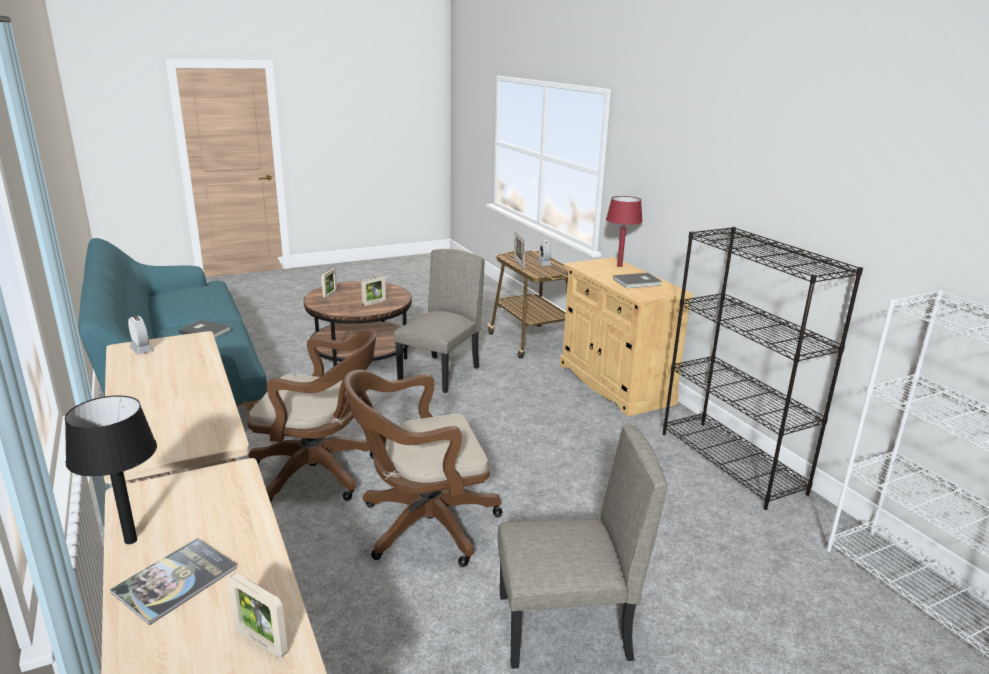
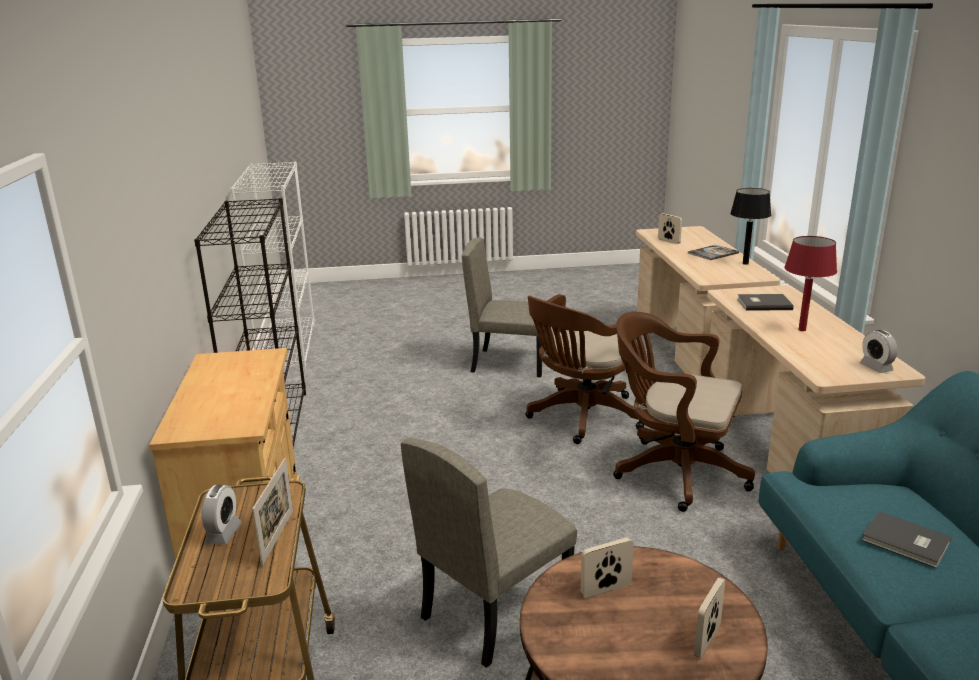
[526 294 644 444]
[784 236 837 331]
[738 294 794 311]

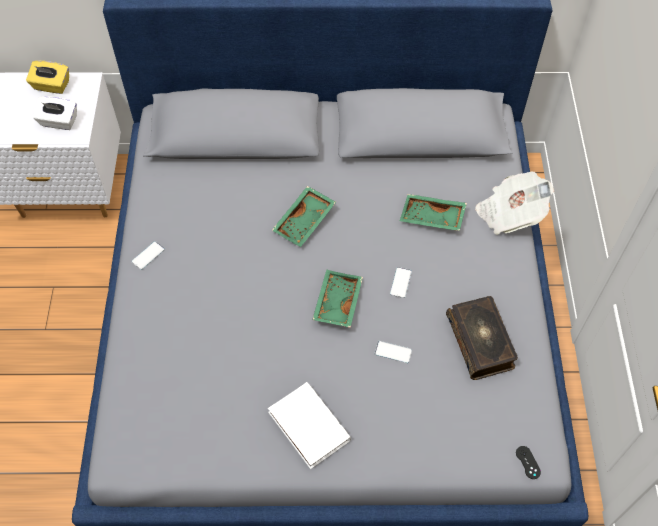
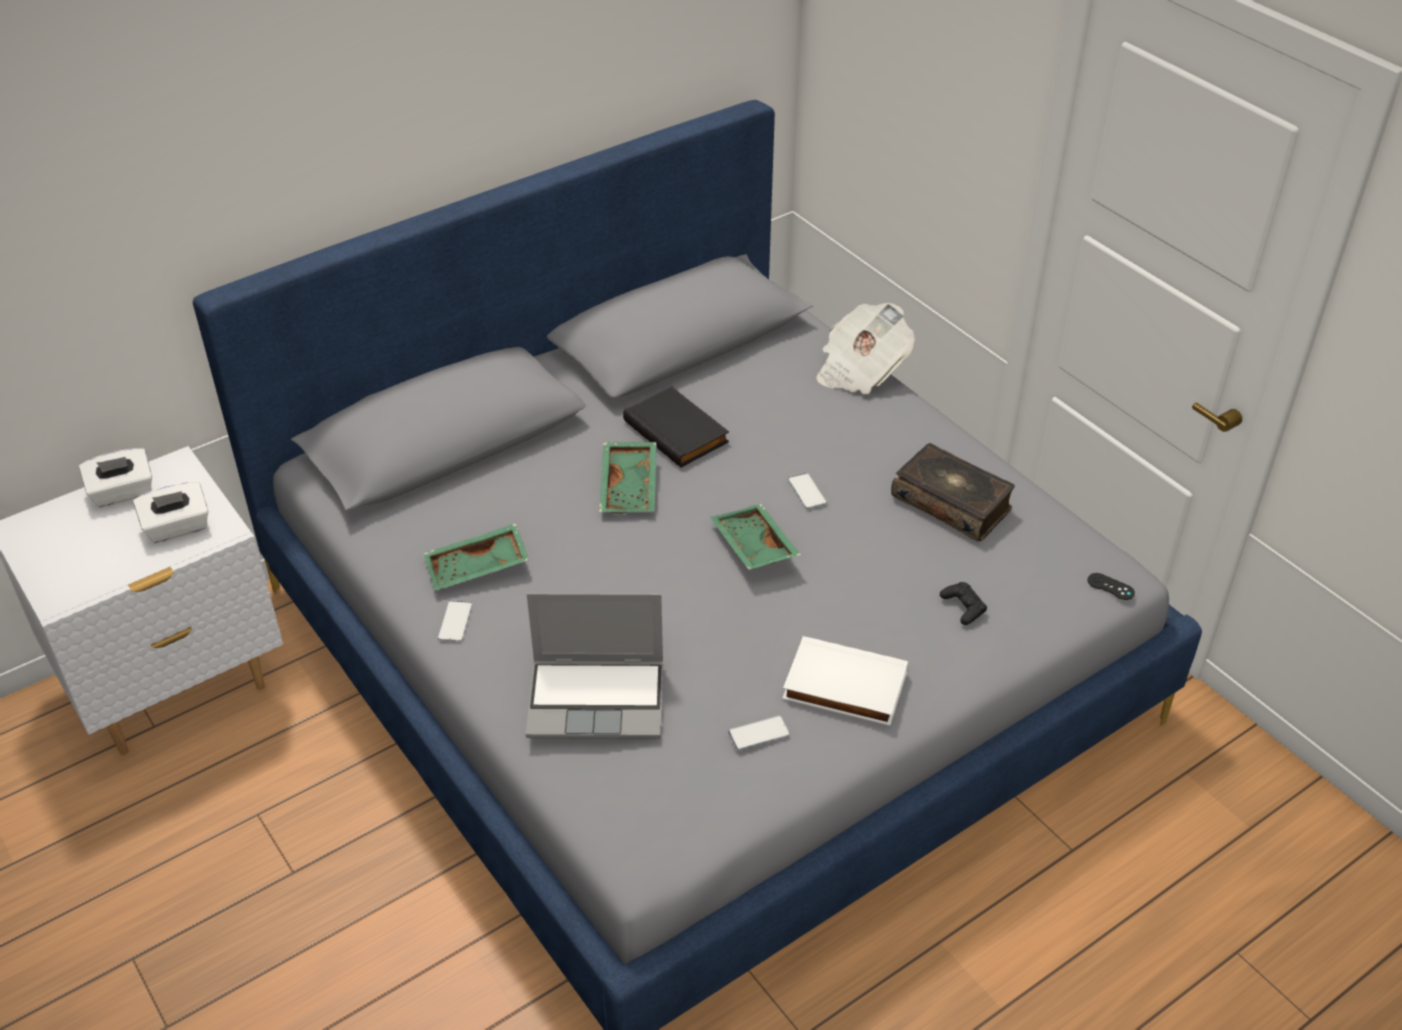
[79 448 152 507]
[728 716 790 750]
[424 523 529 591]
[526 593 663 739]
[623 387 729 468]
[940 582 987 625]

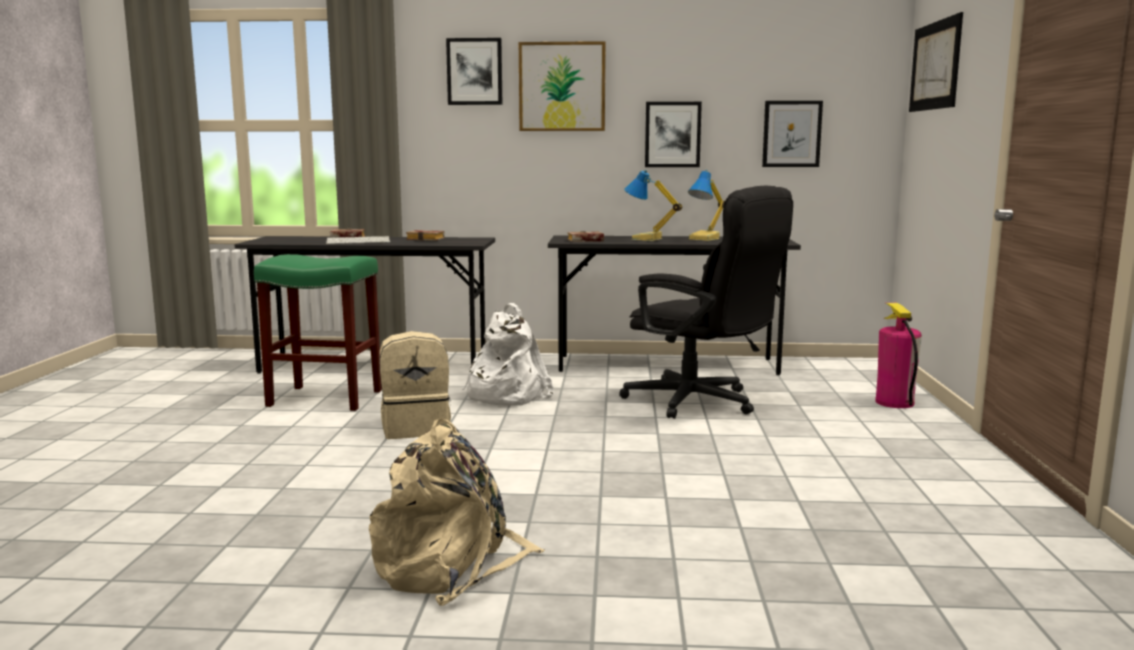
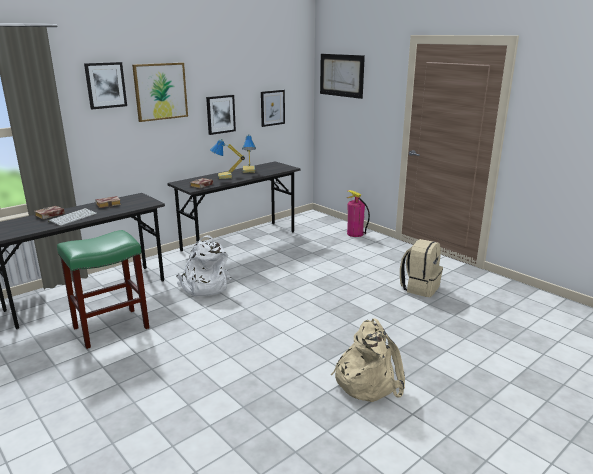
[400 239 443 297]
[619 186 793 419] (first image)

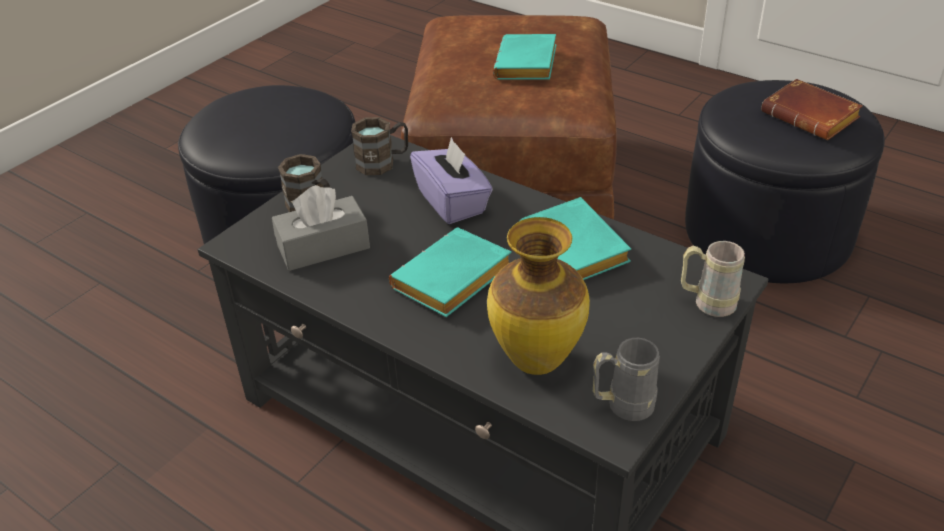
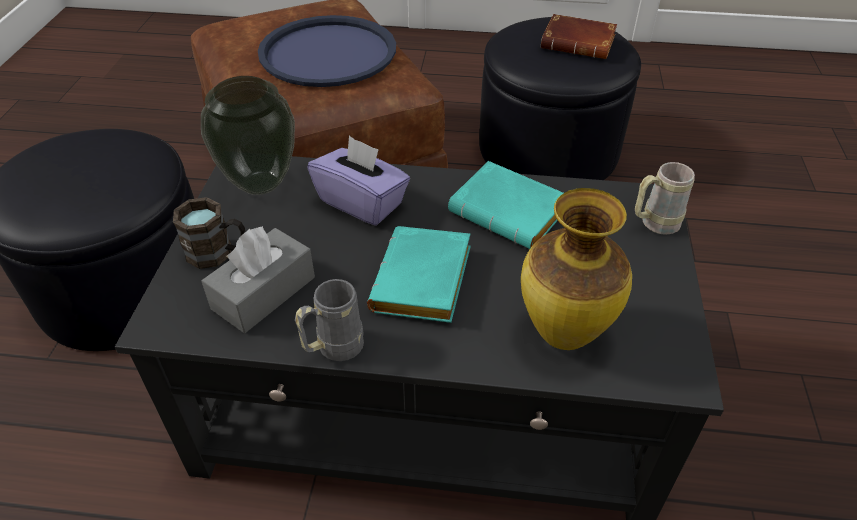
[201 76 295 195]
[258 15 396 87]
[295 279 364 361]

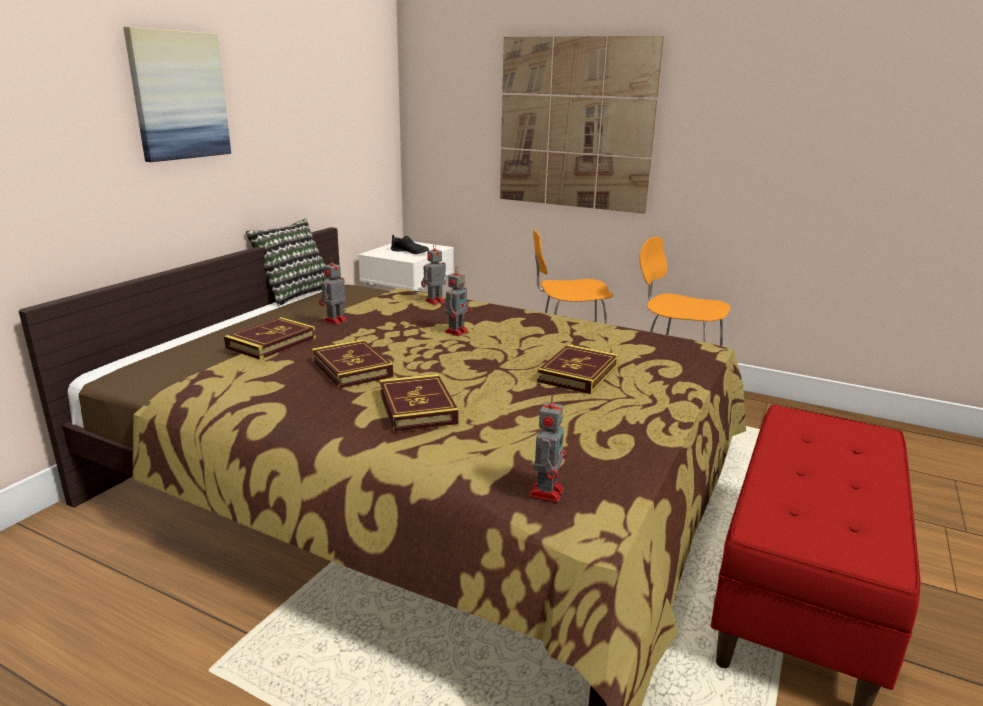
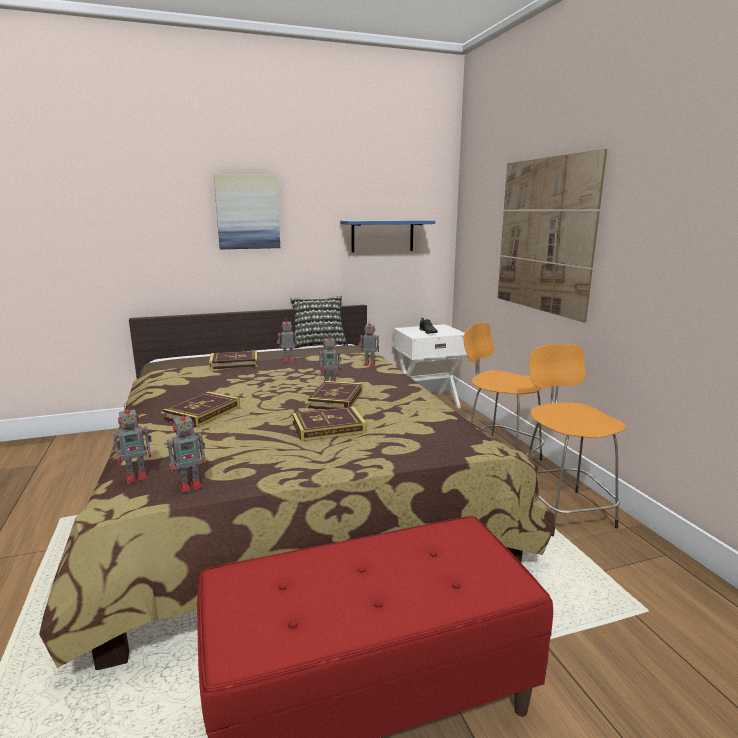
[308 381 362 410]
[167 409 206 493]
[340 220 435 252]

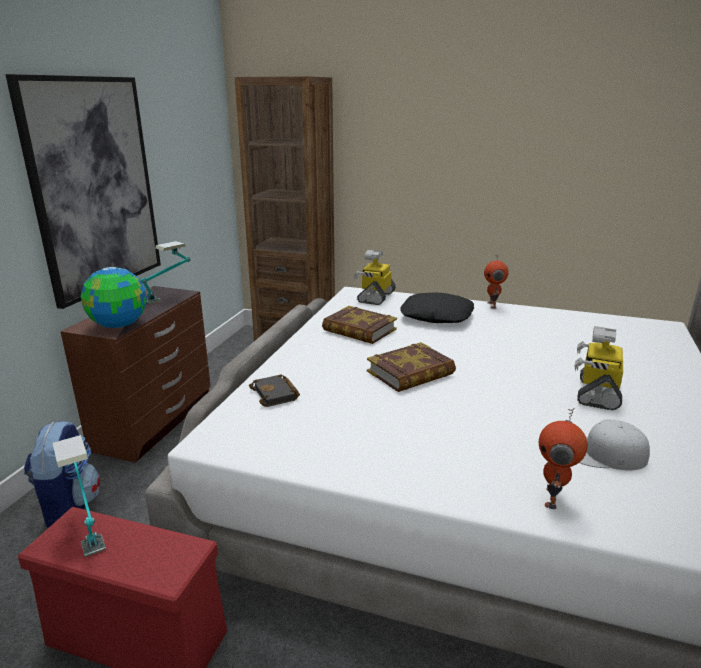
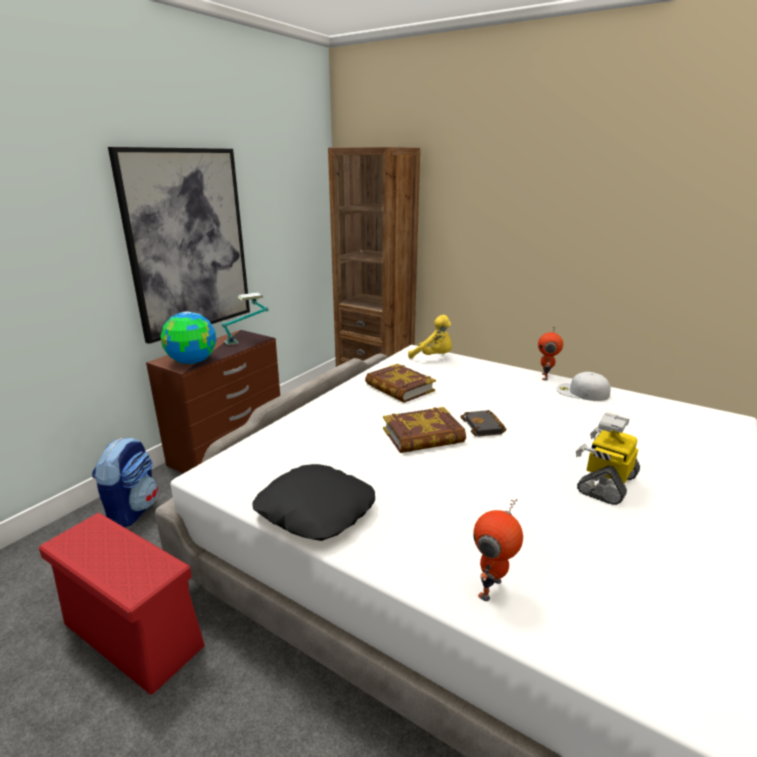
[52 435 106 557] (first image)
[460 410 507 437]
[408 315 452 359]
[252 464 375 541]
[556 372 611 401]

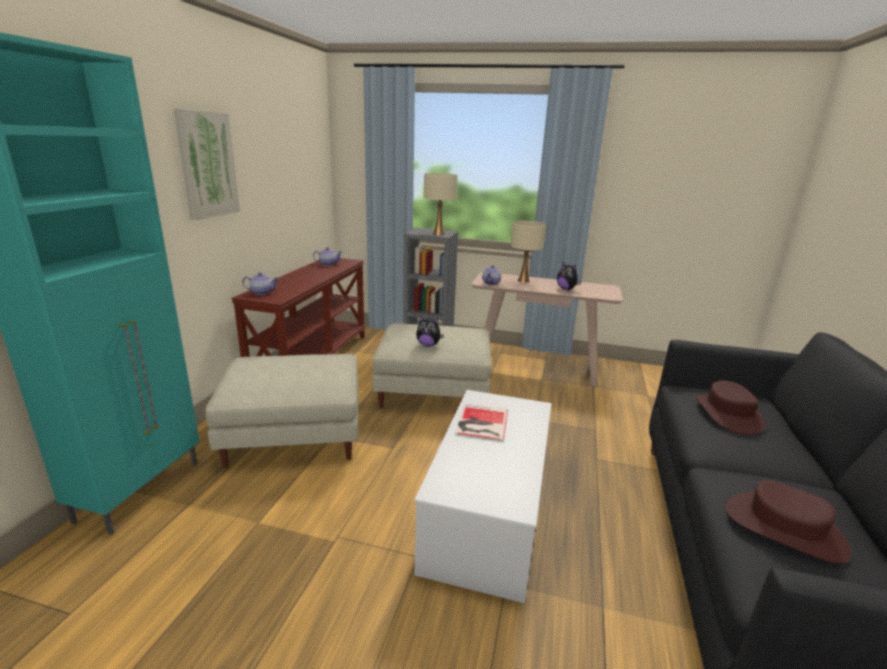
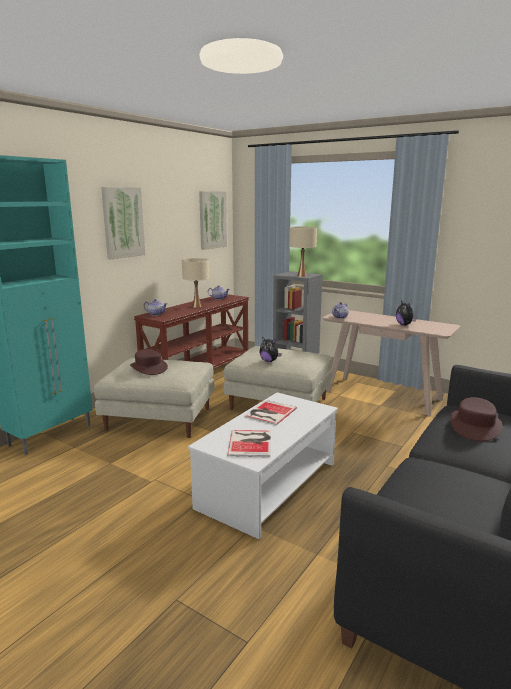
[182 258 209 308]
[130 349 168 375]
[199 191 227 250]
[227 430 271 457]

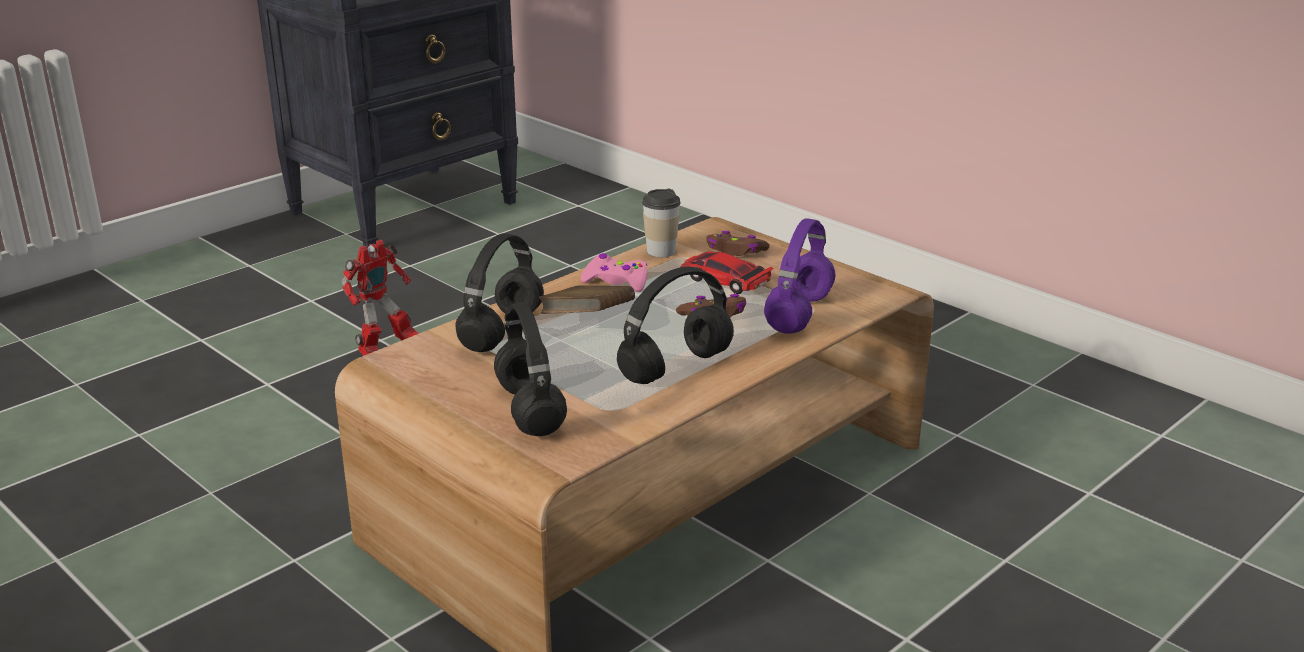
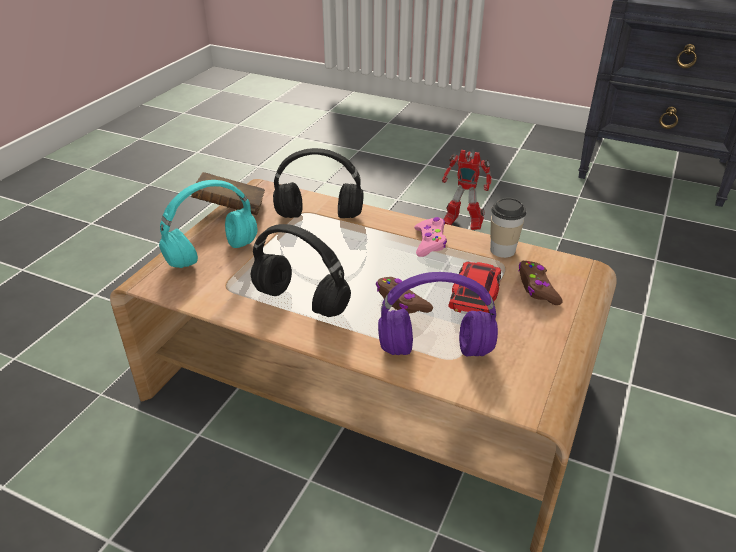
[159 180 258 268]
[191 172 265 215]

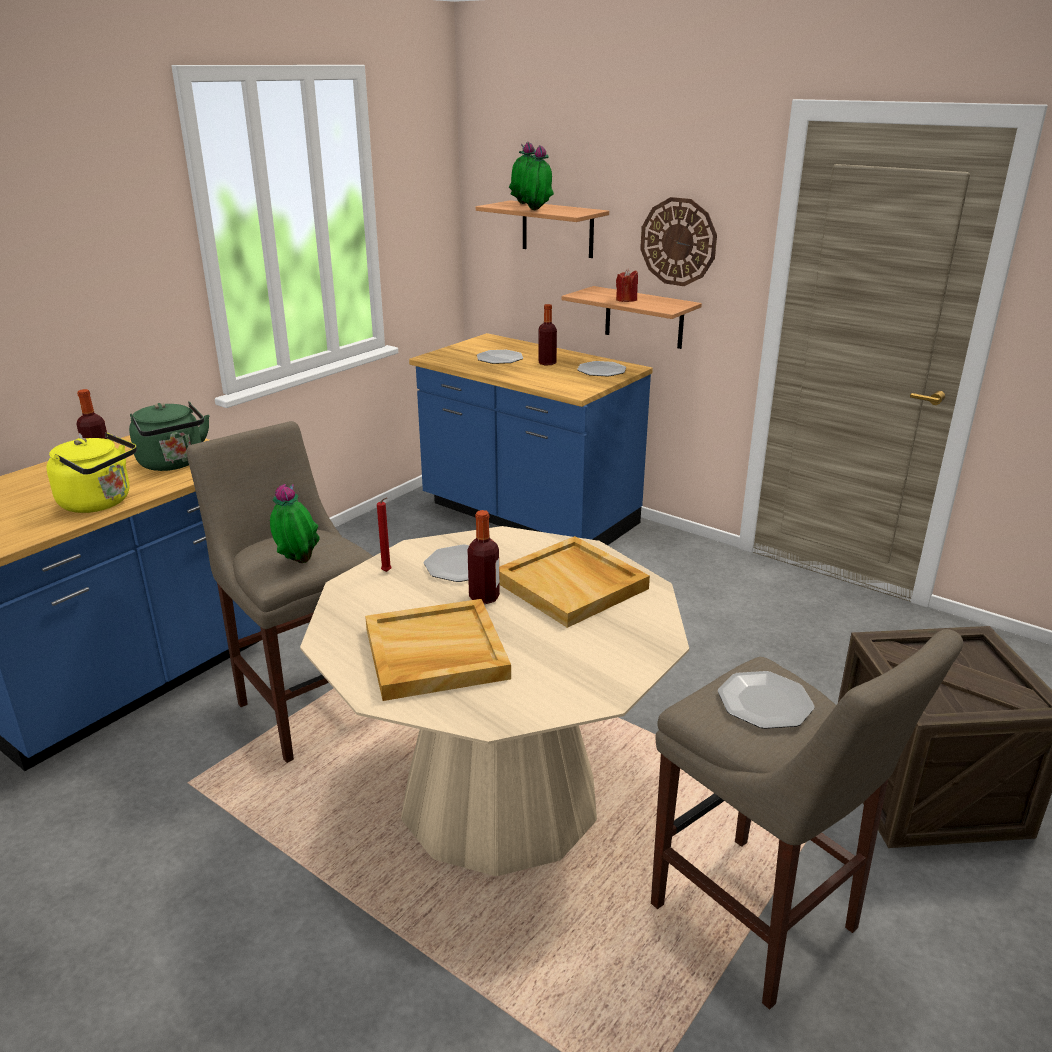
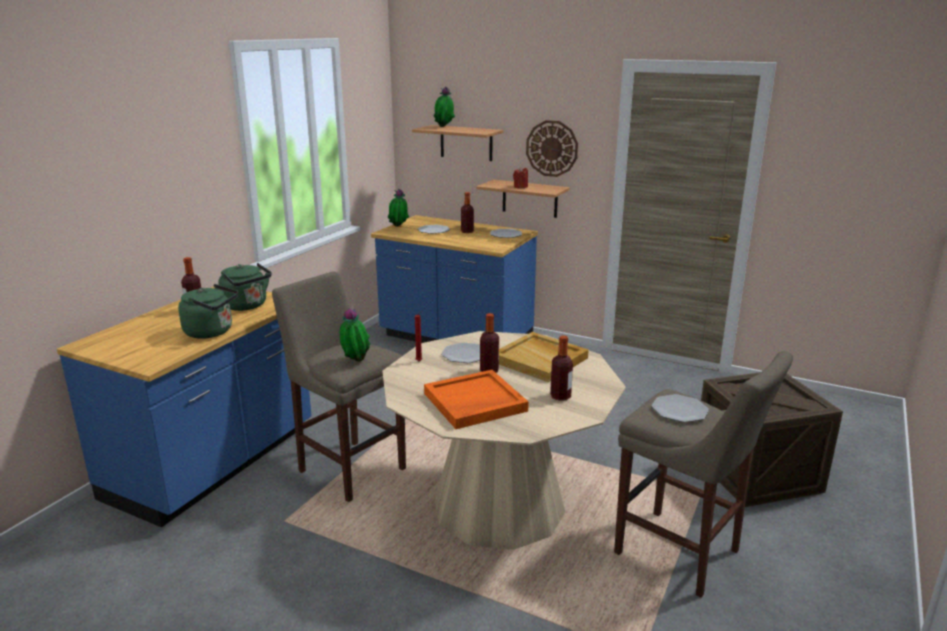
[178 284 238 339]
[424 370 529 429]
[388 189 409 227]
[550 336 573 401]

